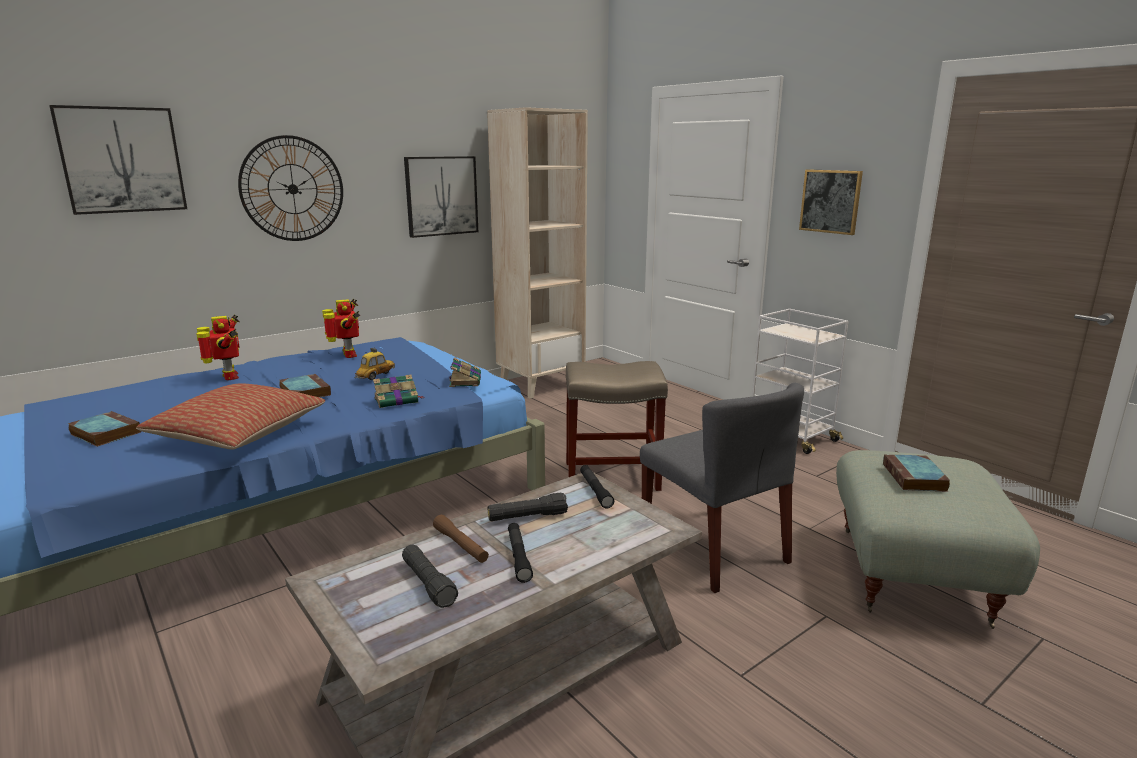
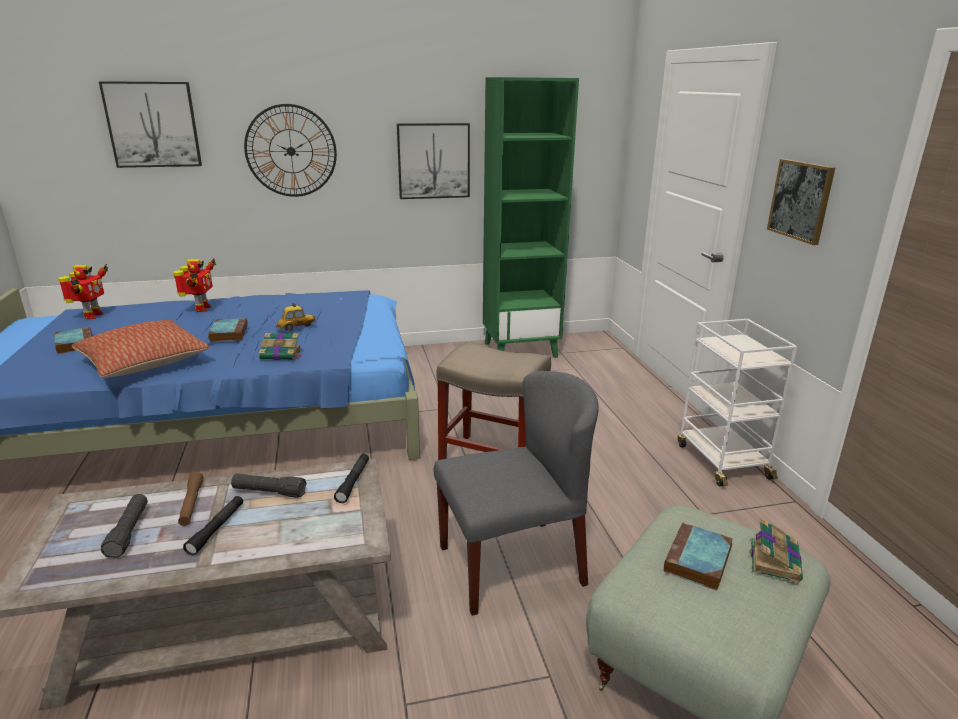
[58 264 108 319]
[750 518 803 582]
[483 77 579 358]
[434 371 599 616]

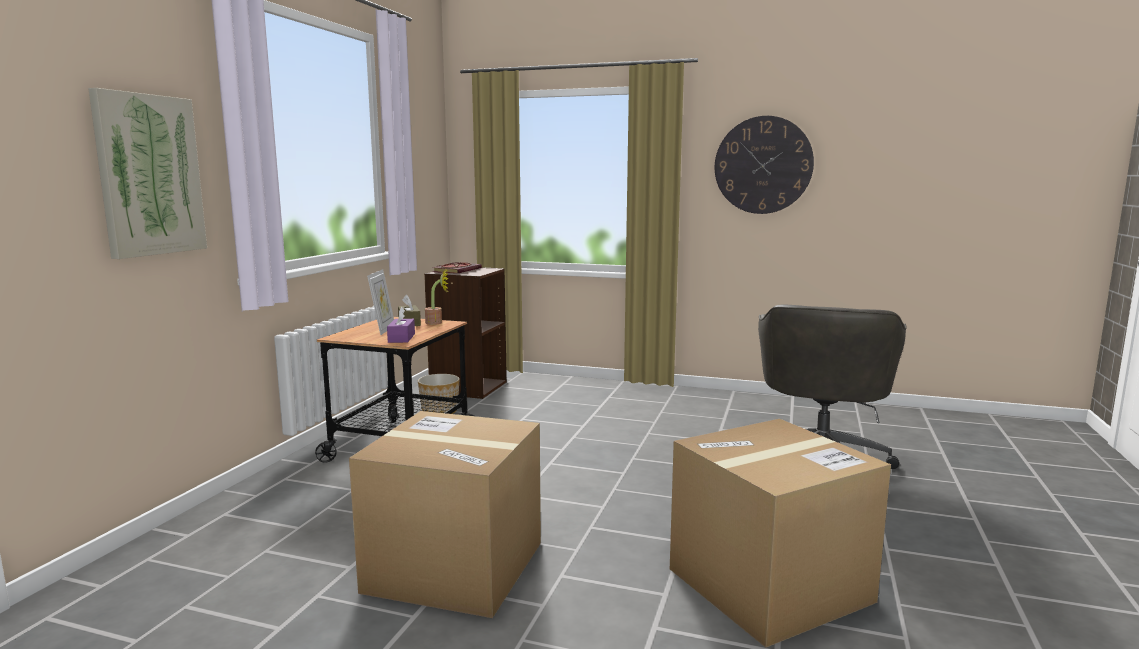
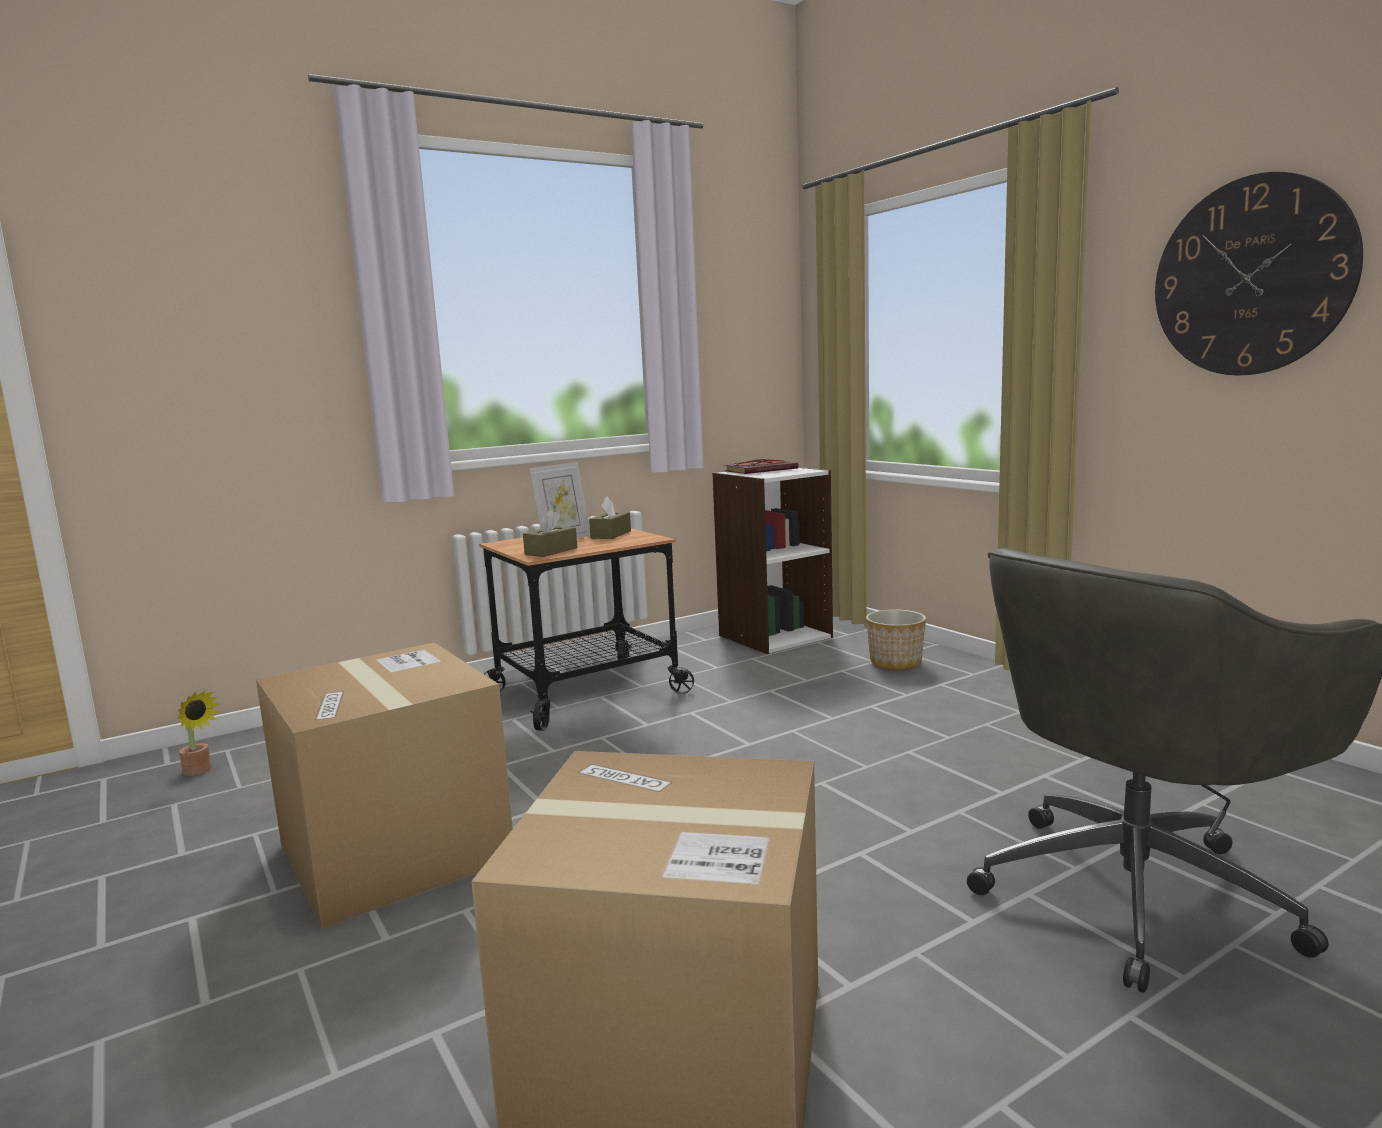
[88 88 207 259] (first image)
[523 510 577 557]
[866 610 926 670]
[712 467 833 654]
[177 690 221 776]

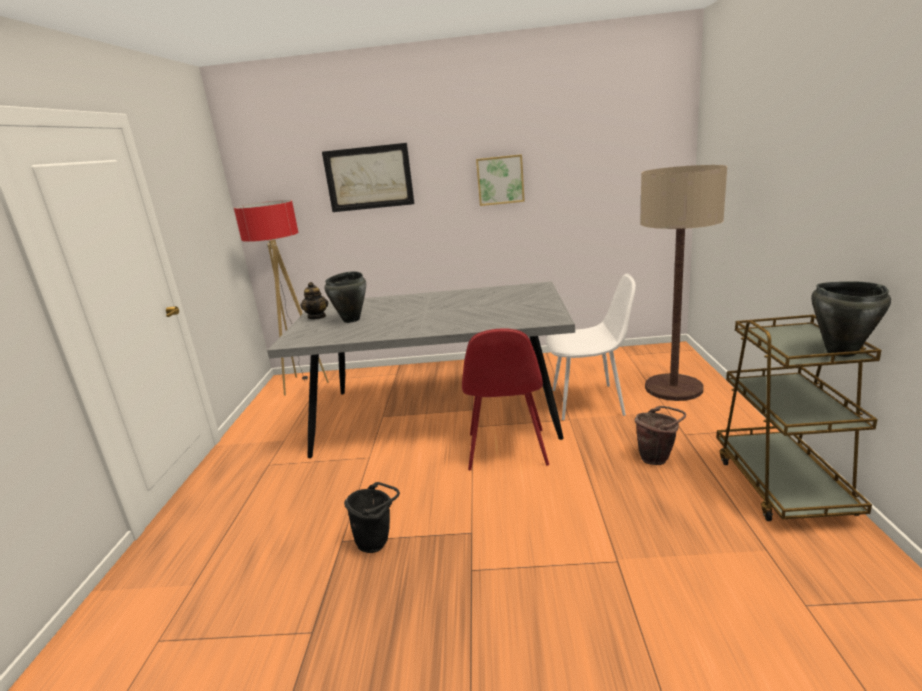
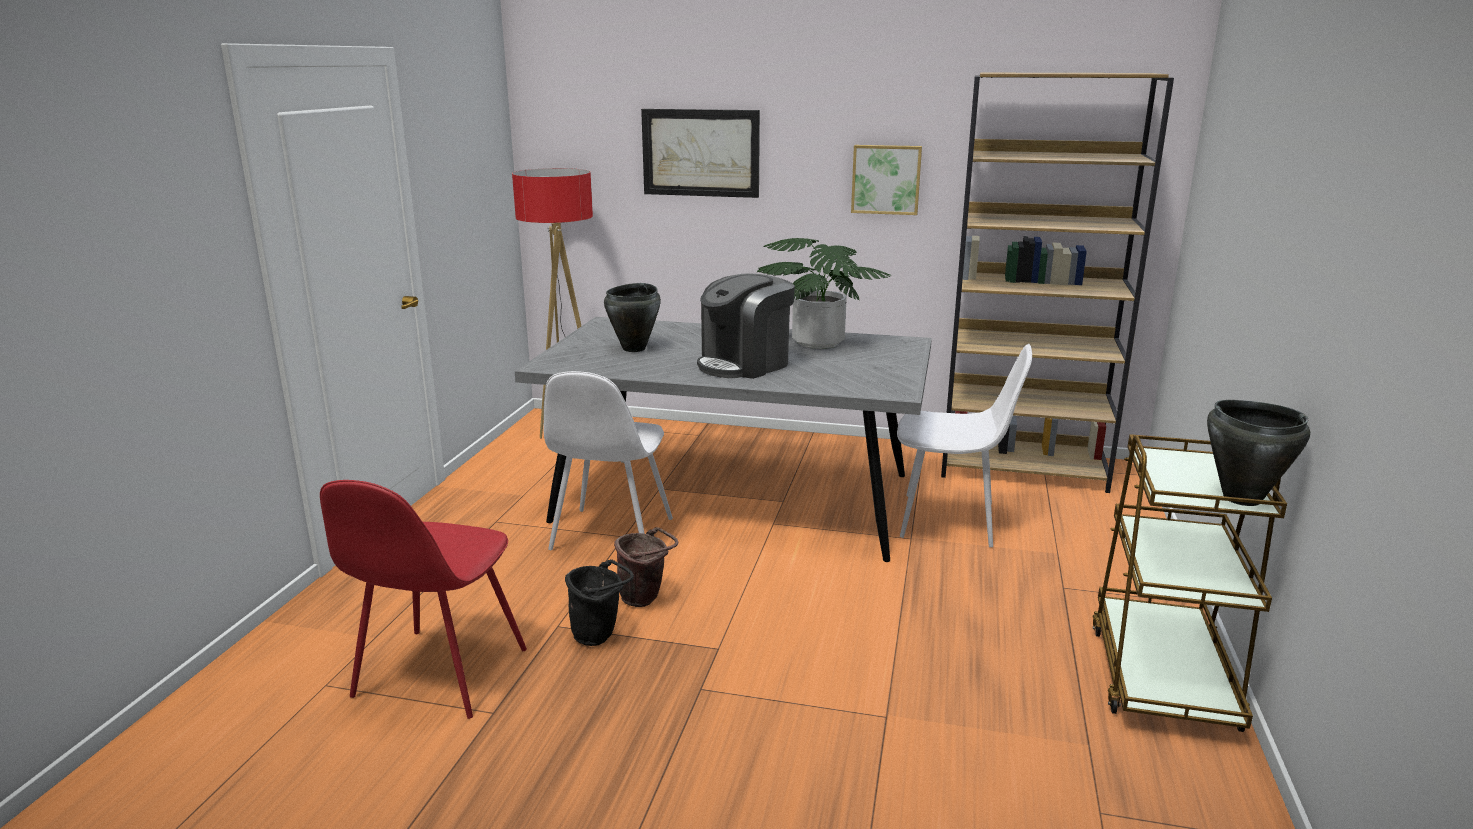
[300 282 328 319] (first image)
[320 480 527 719]
[614 527 678 607]
[640 165 727 401] (first image)
[543 371 673 550]
[697 273 795 379]
[757 238 892 349]
[941 73 1174 493]

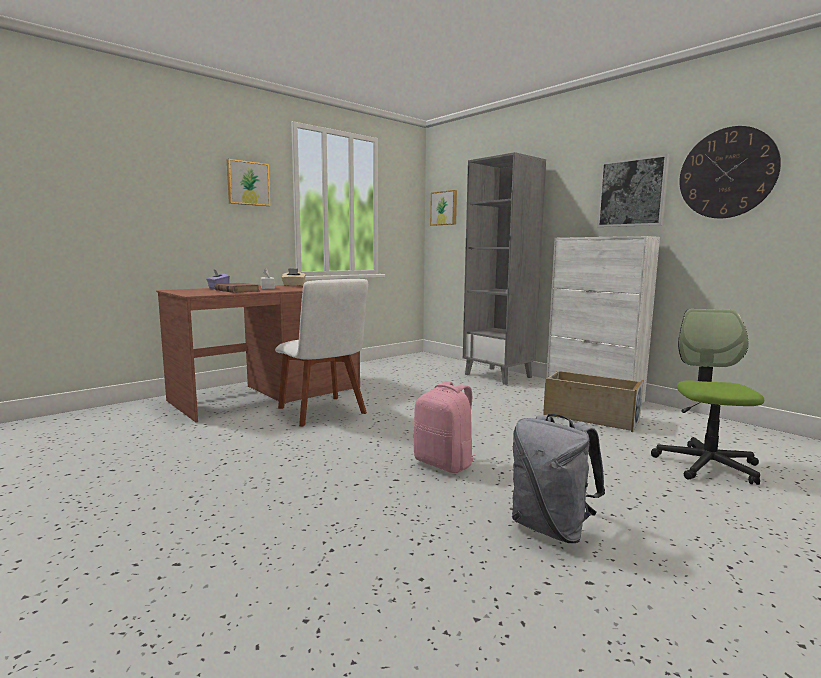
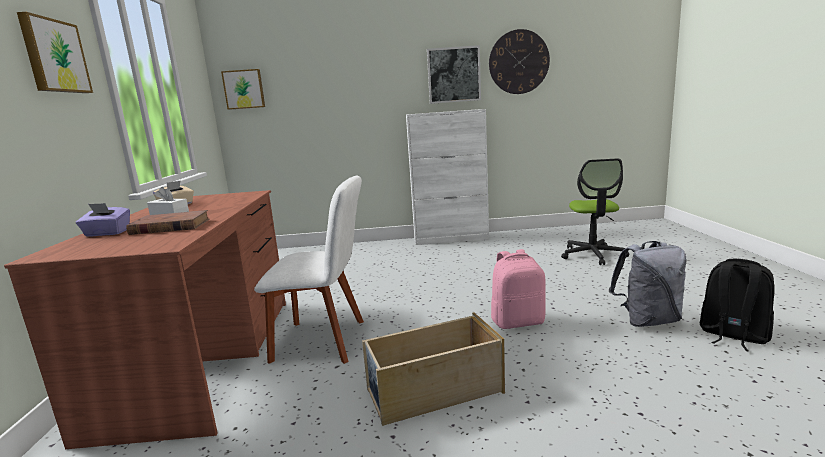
[463 152 546 385] (first image)
[362 312 505 426]
[561 158 629 265]
[700 259 774 352]

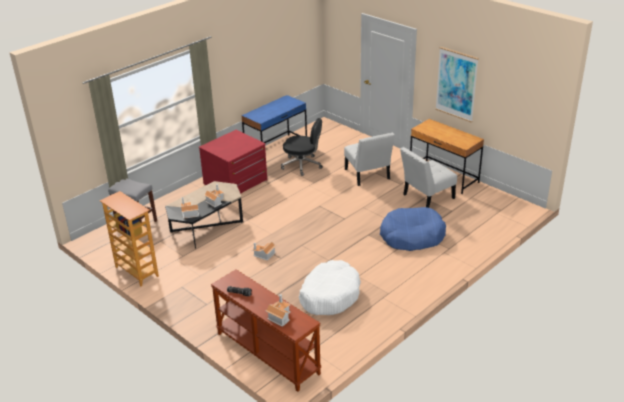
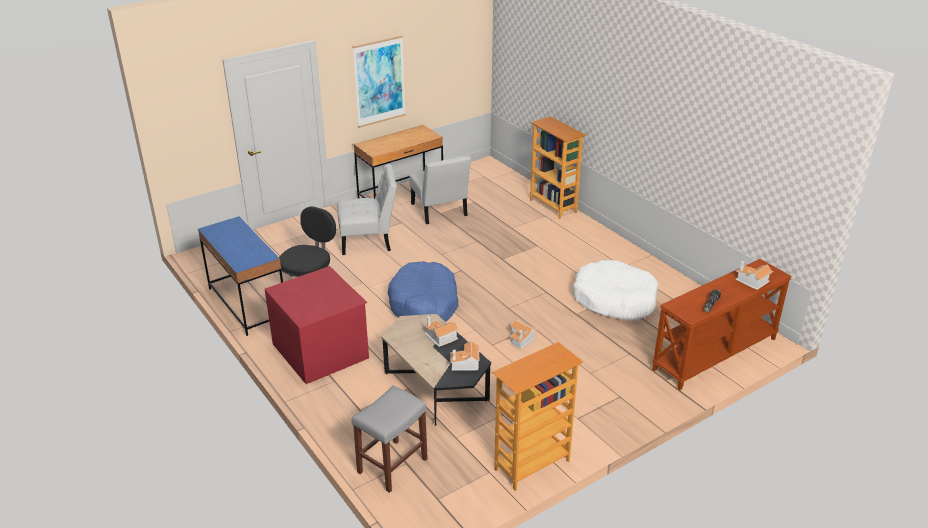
[388 261 458 322]
[530 116 586 219]

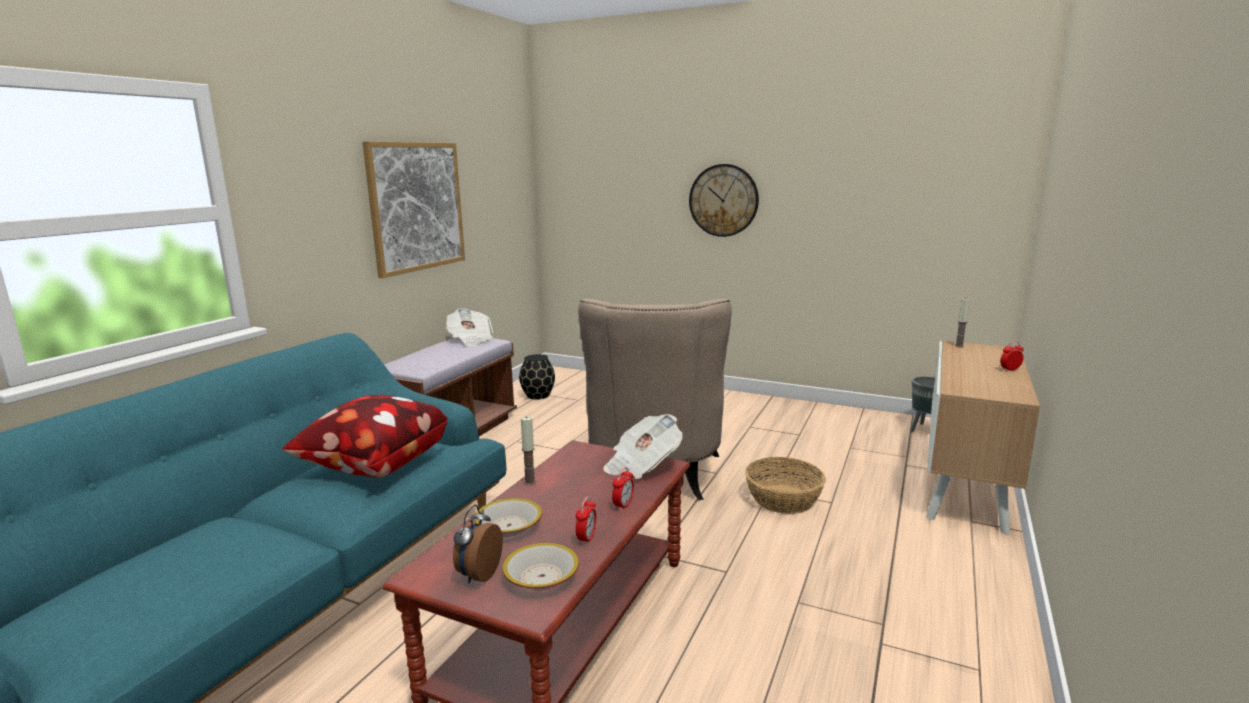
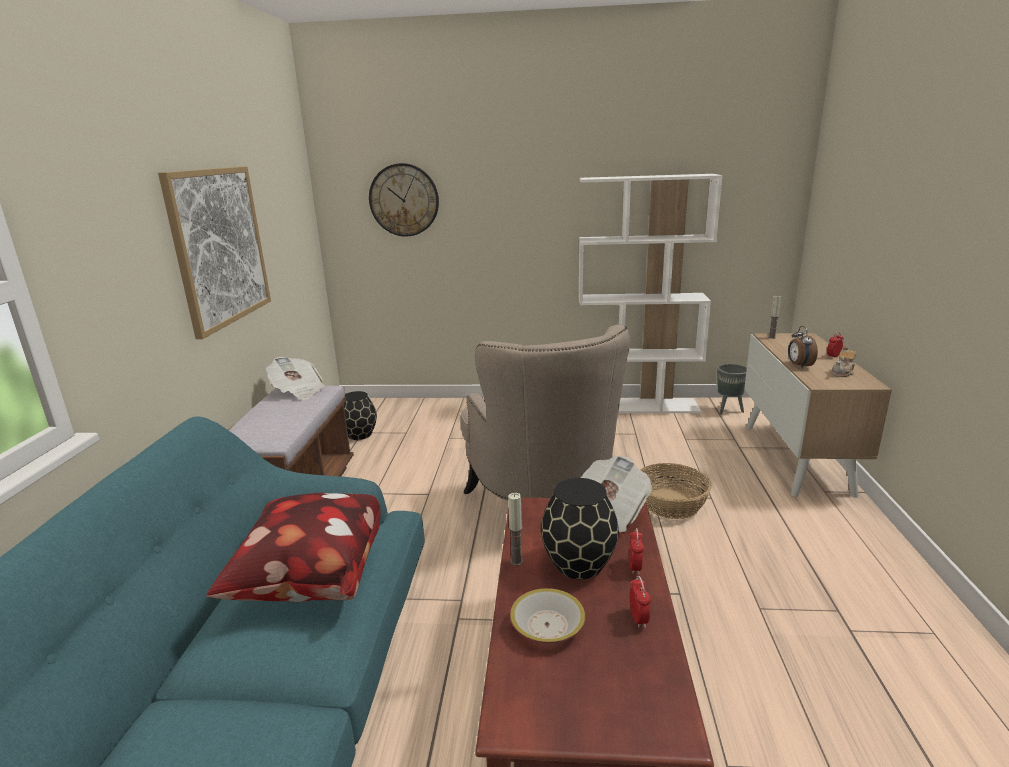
[788 326 818 369]
[502 543 579 590] (first image)
[369 163 439 237]
[541 478 619 580]
[579 174 723 413]
[831 345 856 377]

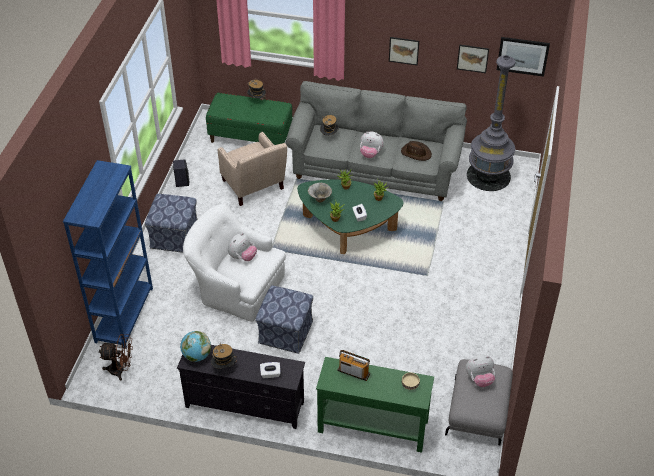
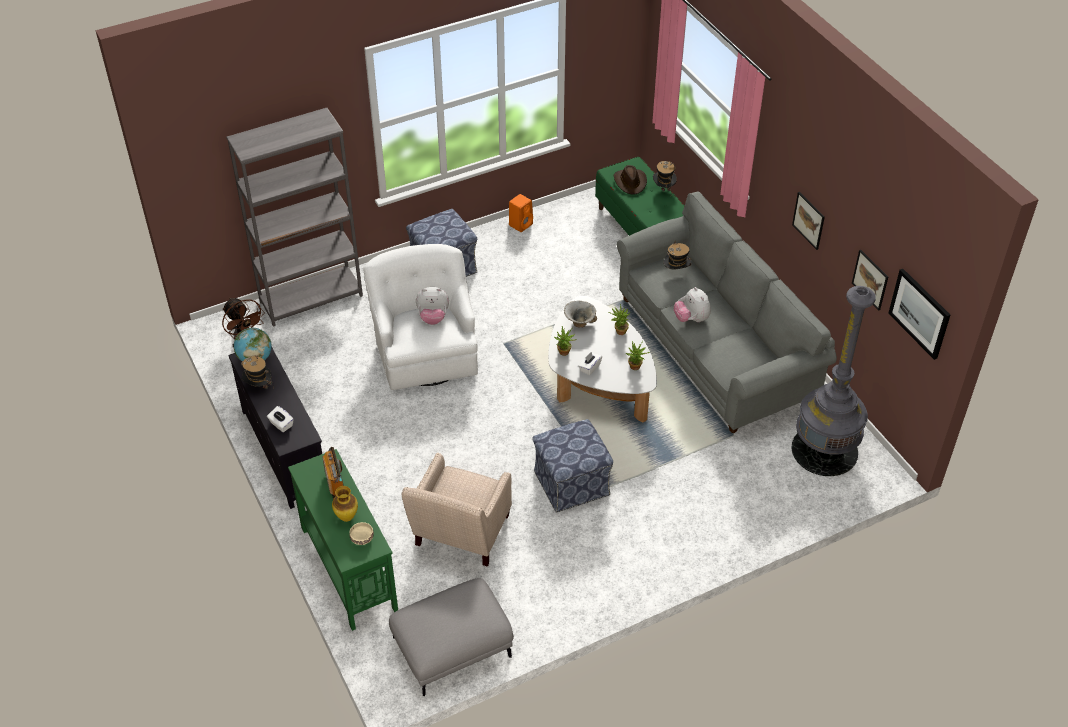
[226 108 363 327]
[509 194 533 232]
[401 453 512 567]
[532 419 613 512]
[548 296 657 423]
[614 165 647 195]
[466 354 495 387] (first image)
[332 486 358 522]

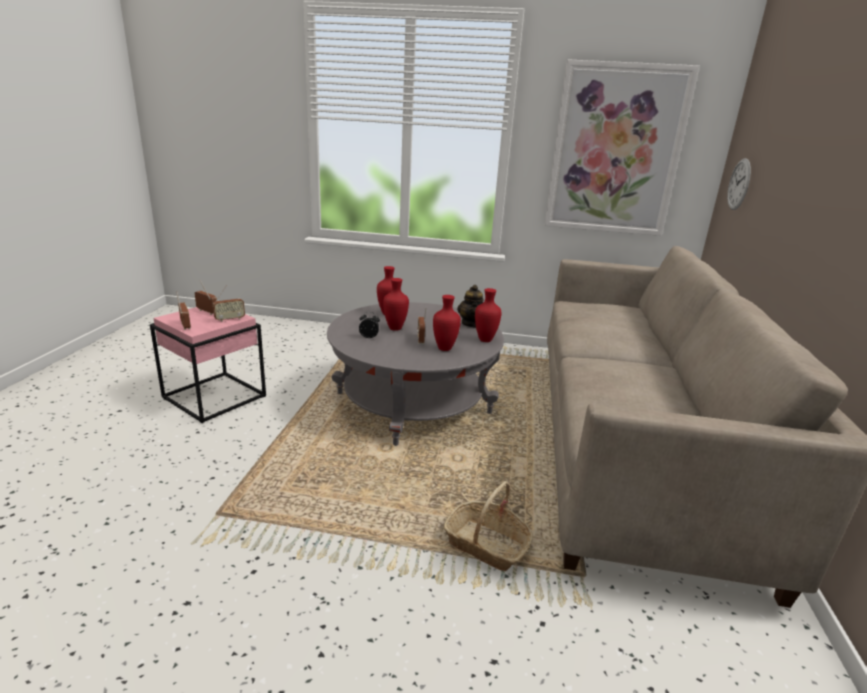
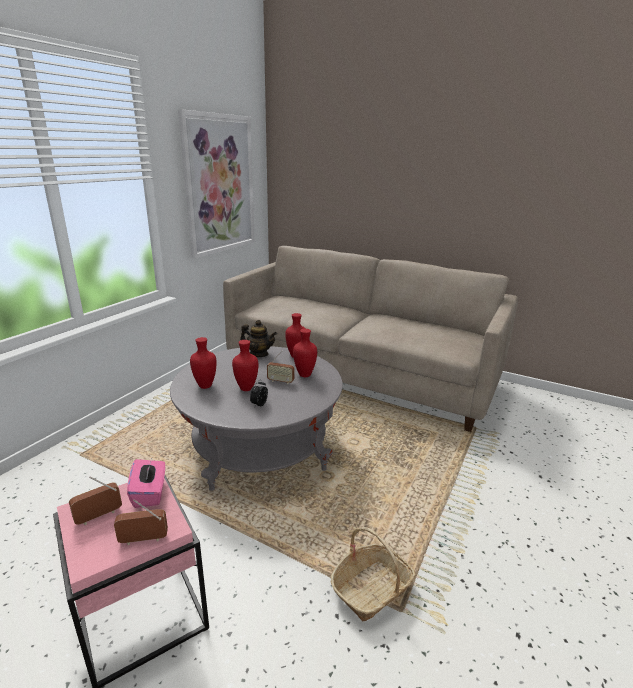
[127 456 165 508]
[331 527 416 621]
[727 158 751 210] (first image)

